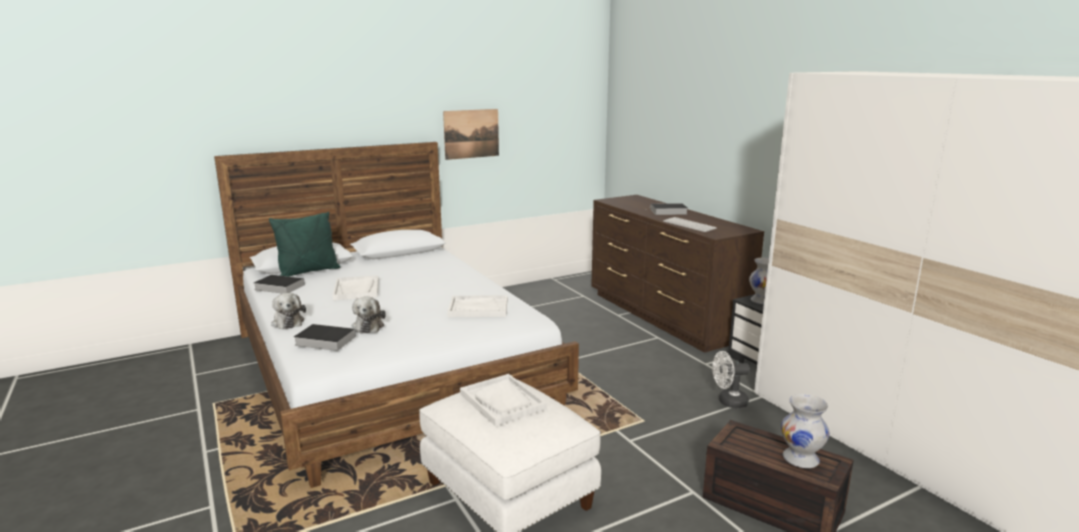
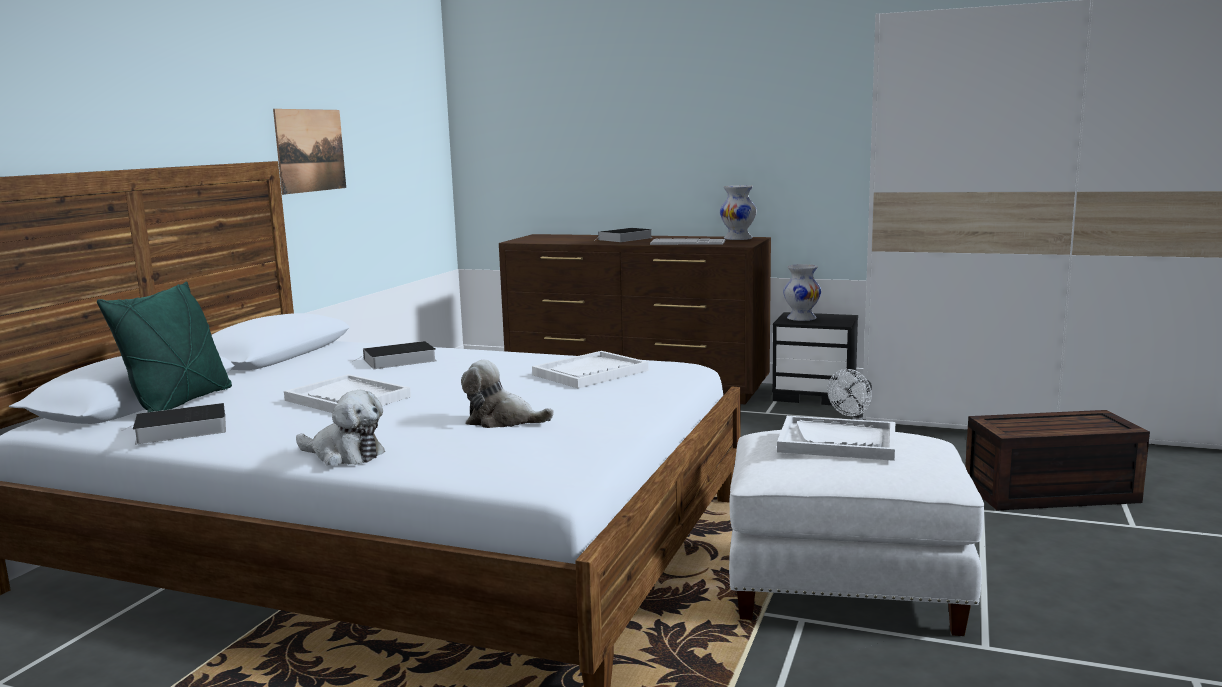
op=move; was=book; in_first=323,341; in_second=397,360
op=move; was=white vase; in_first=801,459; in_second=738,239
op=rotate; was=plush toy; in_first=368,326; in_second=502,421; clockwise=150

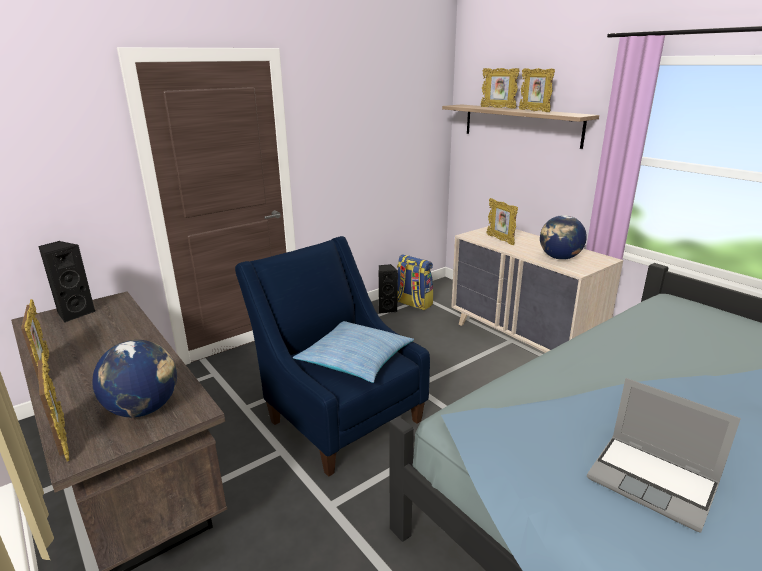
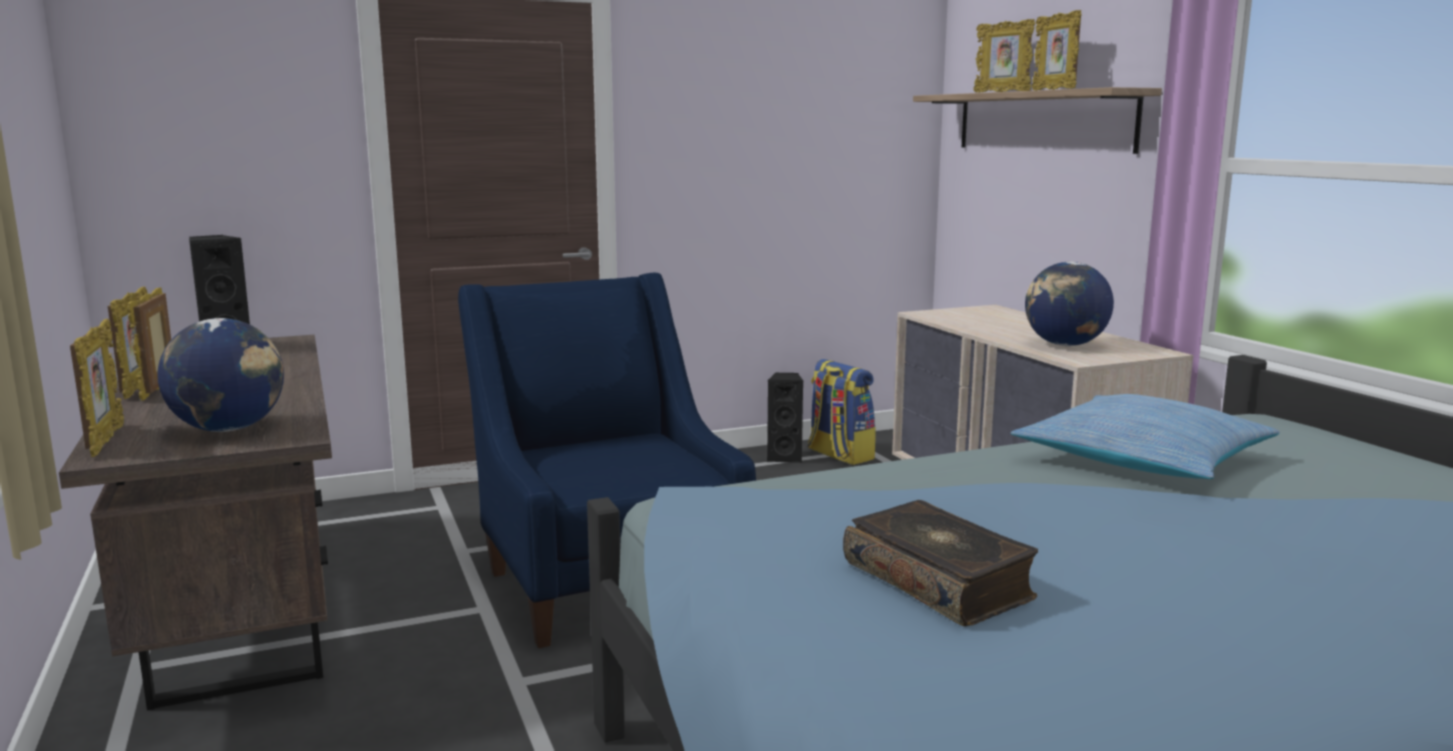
op=move; was=pillow; in_first=355,359; in_second=1142,460
op=move; was=picture frame; in_first=500,240; in_second=160,389
op=replace; was=laptop; now=book; in_first=654,481; in_second=939,581

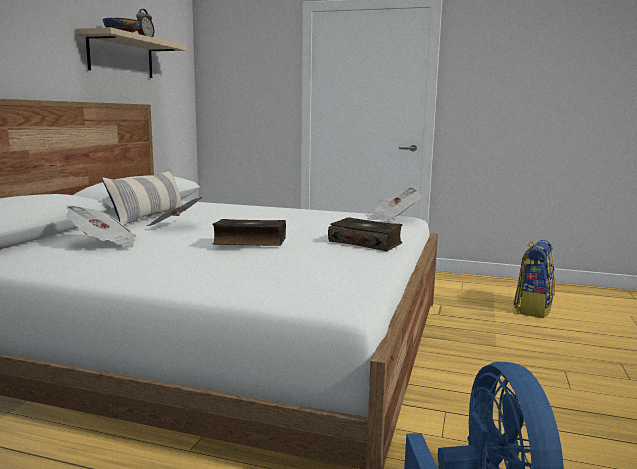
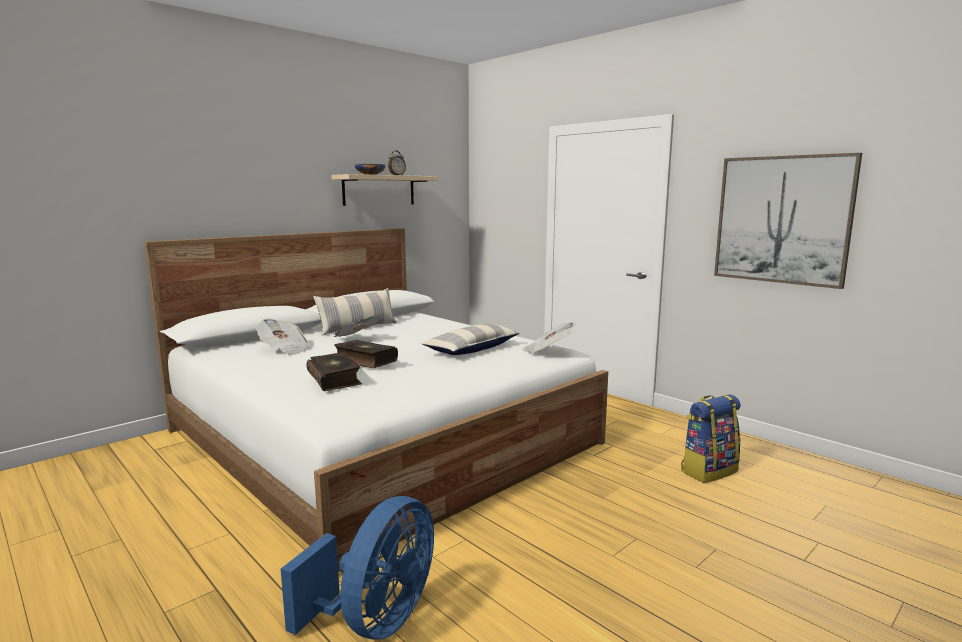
op=insert; now=pillow; in_second=472,349
op=insert; now=picture; in_second=782,220
op=move; was=book; in_first=365,243; in_second=335,379

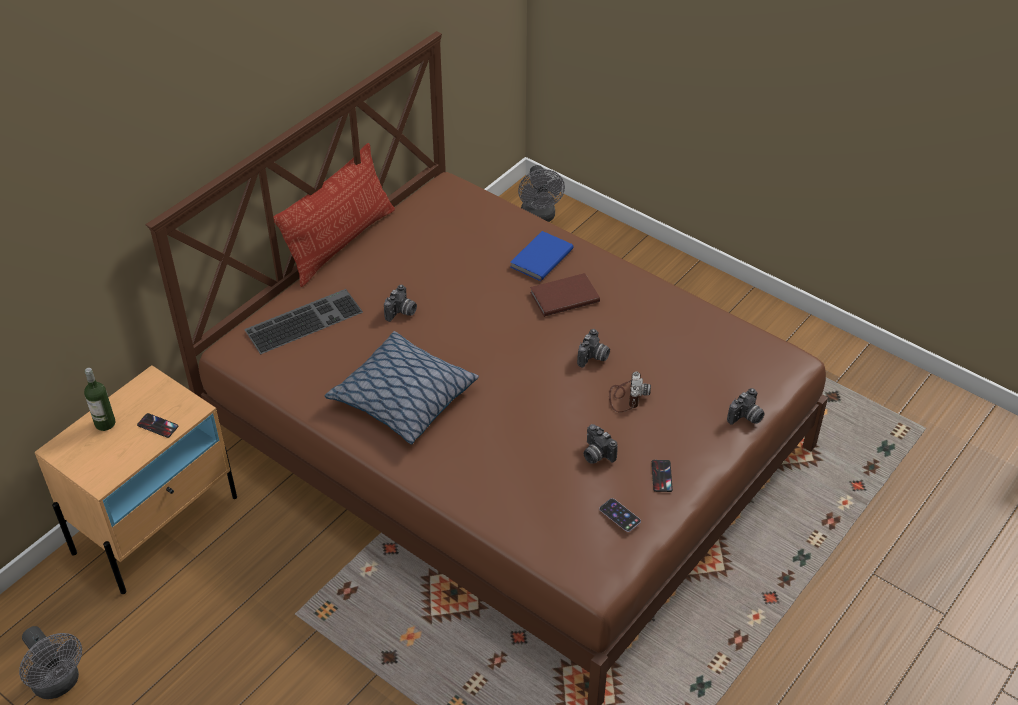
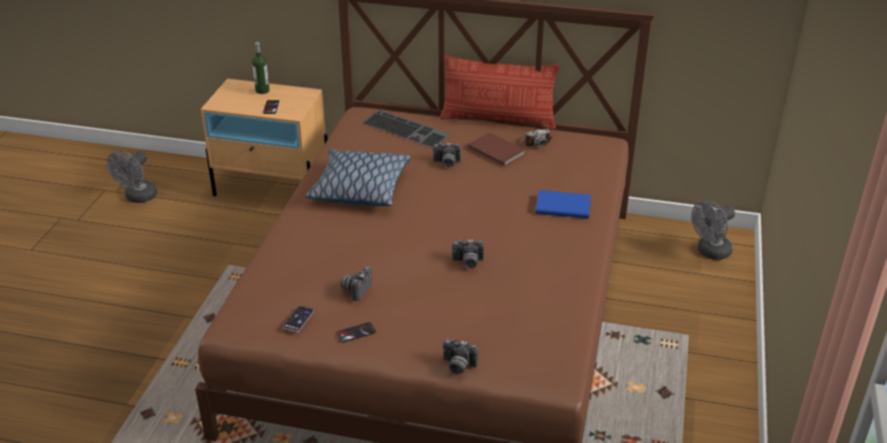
op=move; was=brown book; in_first=563,296; in_second=497,150
op=move; was=photo camera; in_first=626,396; in_second=534,142

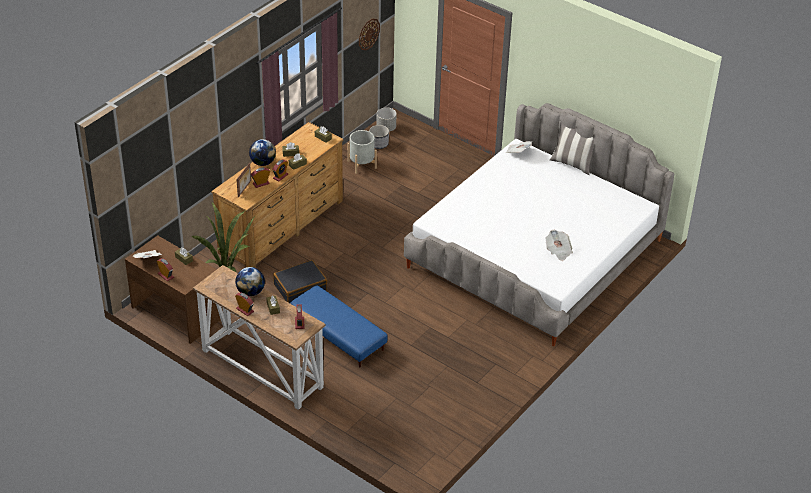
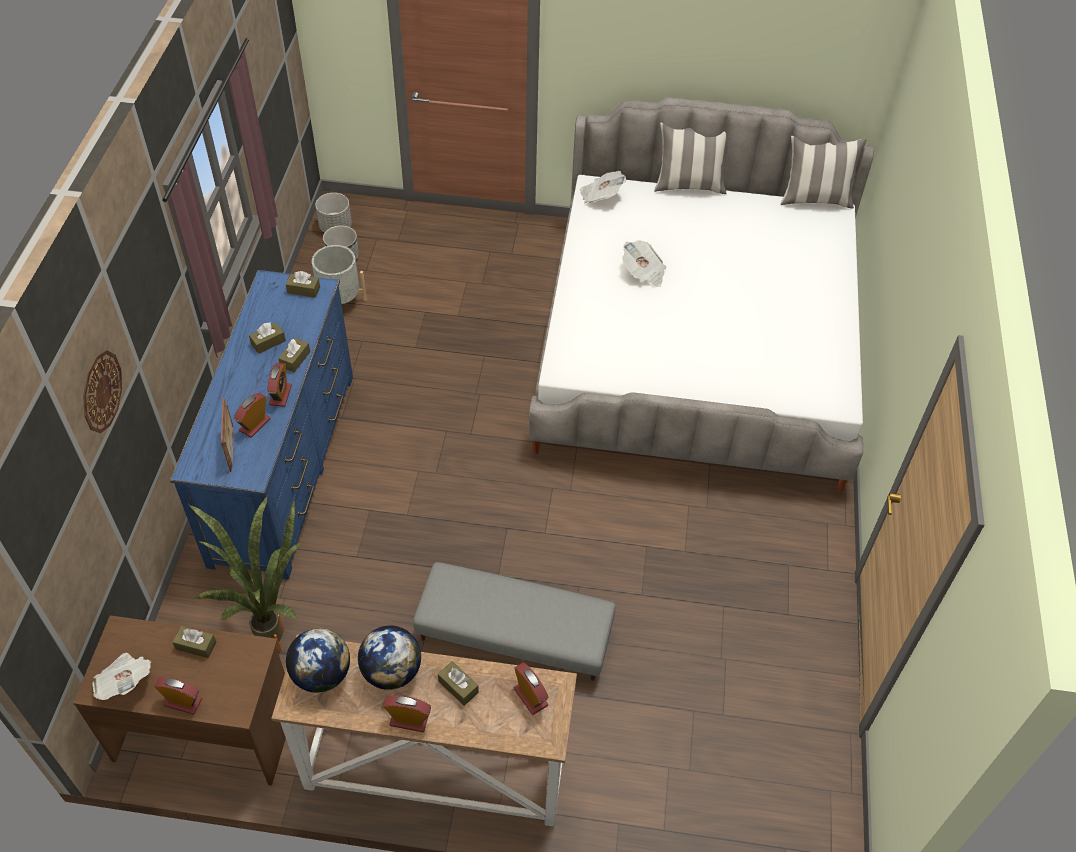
op=delete; was=black suitcase; in_first=300,287
op=insert; now=pillow; in_second=815,199
op=move; was=globe; in_first=263,163; in_second=321,674
op=move; was=wall clock; in_first=368,34; in_second=101,391
op=move; was=newspaper; in_first=558,251; in_second=643,273
op=recolor; was=brown dresser; now=blue dresser; in_first=281,226; in_second=284,466
op=recolor; was=blue ottoman; now=grey ottoman; in_first=337,335; in_second=514,633

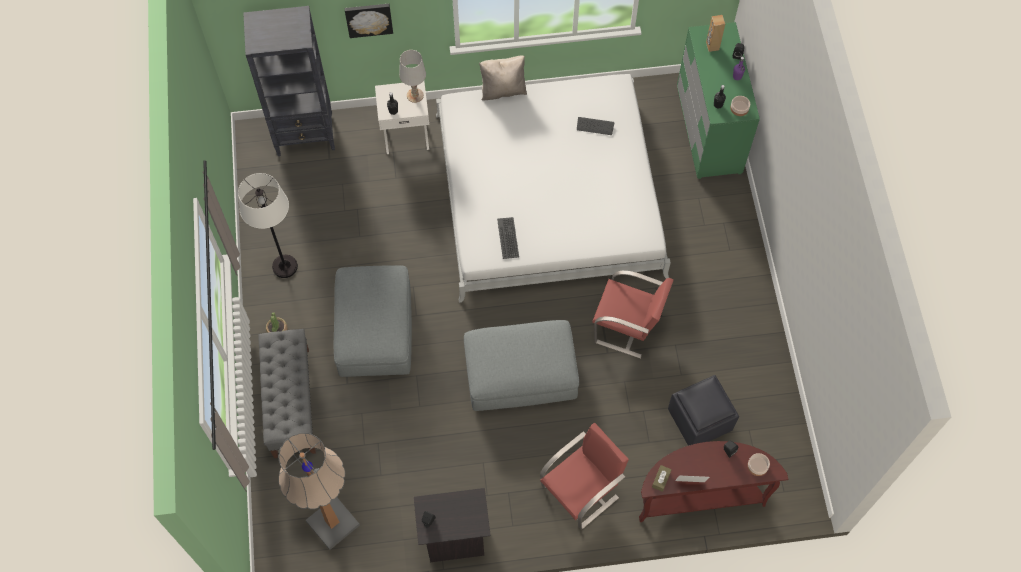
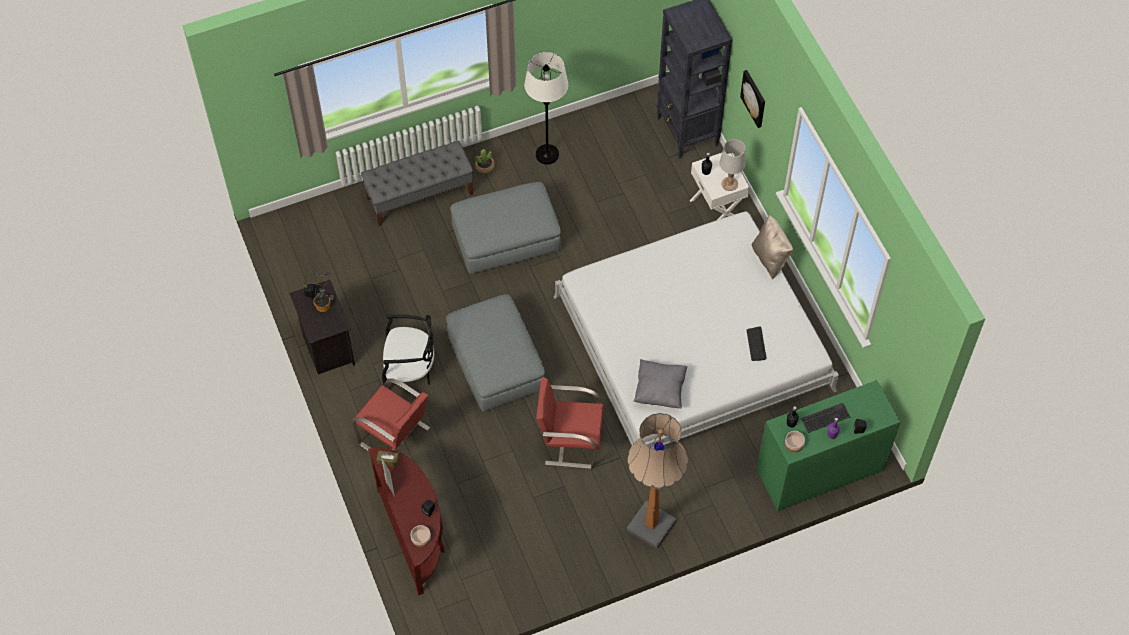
op=delete; was=black ottoman; in_first=700,420
op=delete; was=brown speaker; in_first=712,46
op=insert; now=potted plant; in_second=324,307
op=insert; now=black chair; in_second=410,370
op=insert; now=grey pillow; in_second=659,390
op=move; was=floor lamp; in_first=333,523; in_second=651,525
op=move; was=keyboard; in_first=508,238; in_second=825,418
op=rotate; was=red chair; in_first=627,327; in_second=570,441; clockwise=90

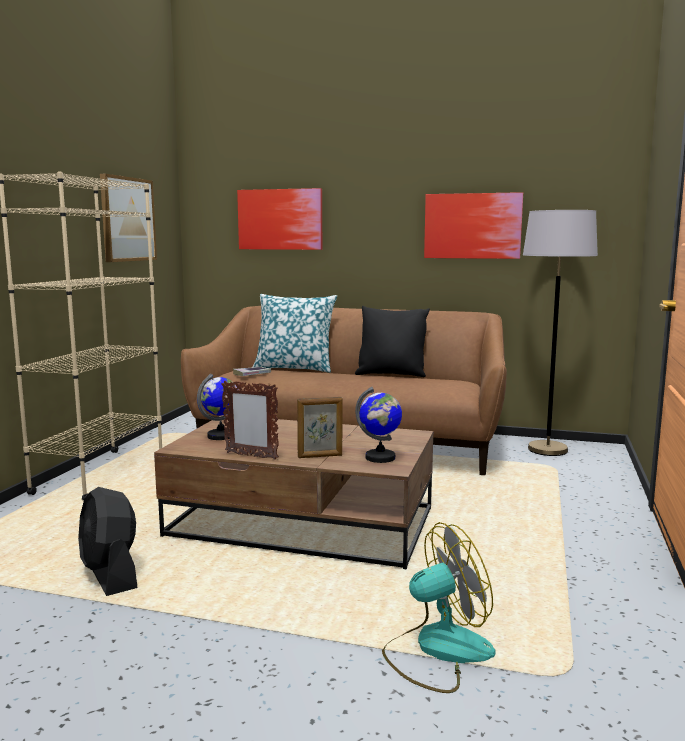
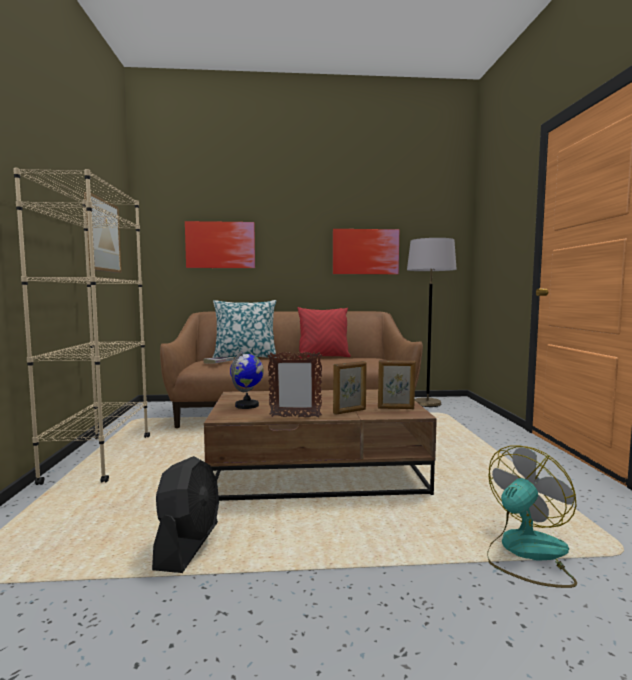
op=replace; was=globe; now=picture frame; in_first=380,458; in_second=396,408
op=recolor; was=black pillow; now=red pillow; in_first=391,374; in_second=323,357
op=rotate; was=black fan; in_first=110,574; in_second=188,546; clockwise=-120

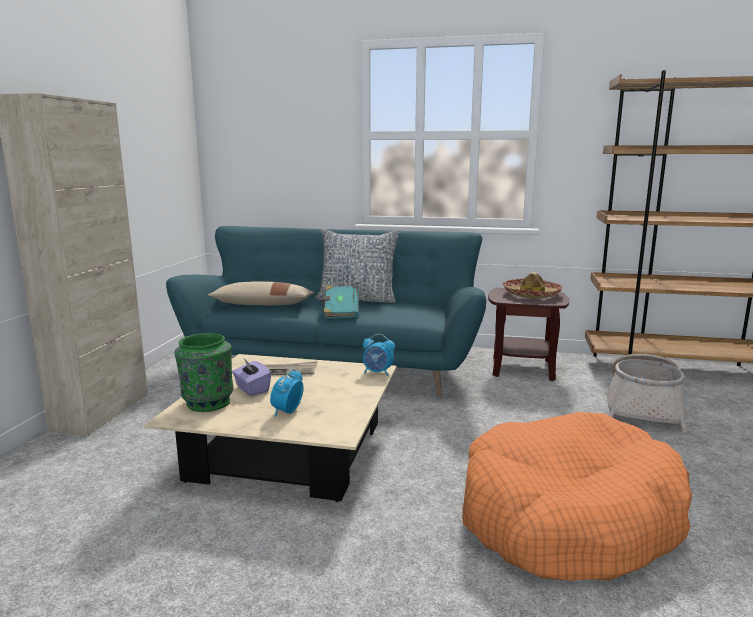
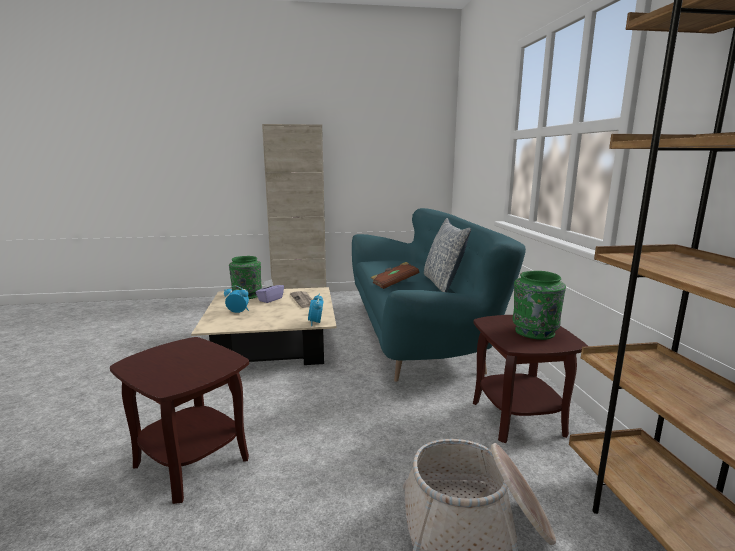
op=delete; was=beige pillow; in_first=263,305
op=replace; was=orange dog bed; now=brown side table; in_first=567,518; in_second=192,461
op=replace; was=hat; now=green vase; in_first=531,294; in_second=534,332
op=recolor; was=turquoise book; now=brown book; in_first=340,312; in_second=394,284

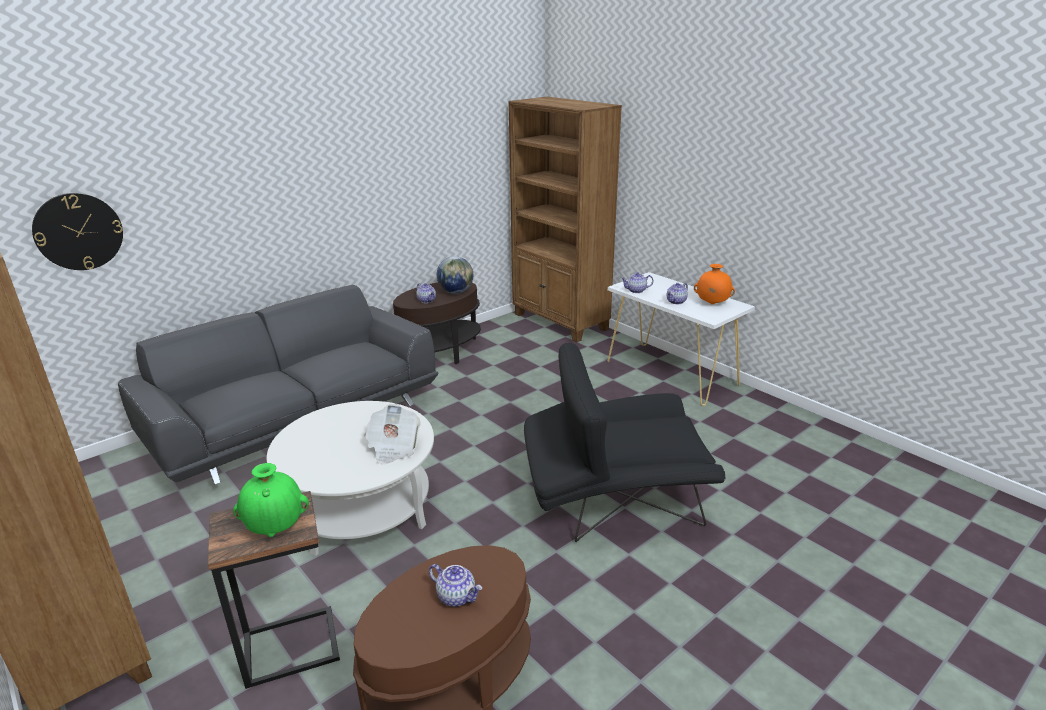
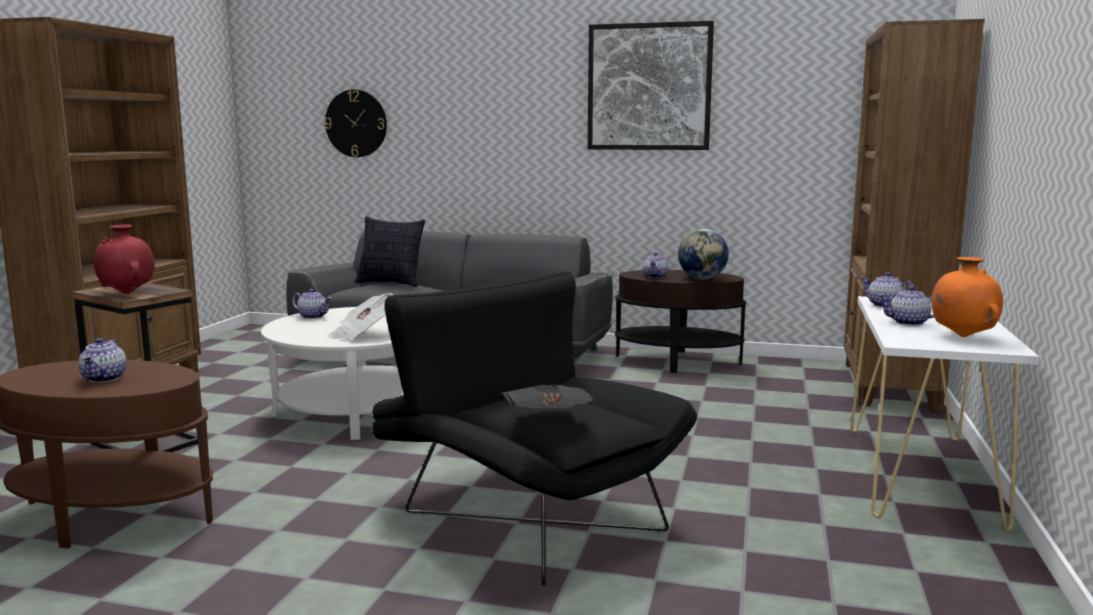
op=insert; now=teapot; in_second=313,316
op=insert; now=pillow; in_second=390,284
op=insert; now=newspaper; in_second=548,422
op=insert; now=picture; in_second=649,87
op=recolor; was=green vase; now=red vase; in_first=276,529; in_second=127,293

